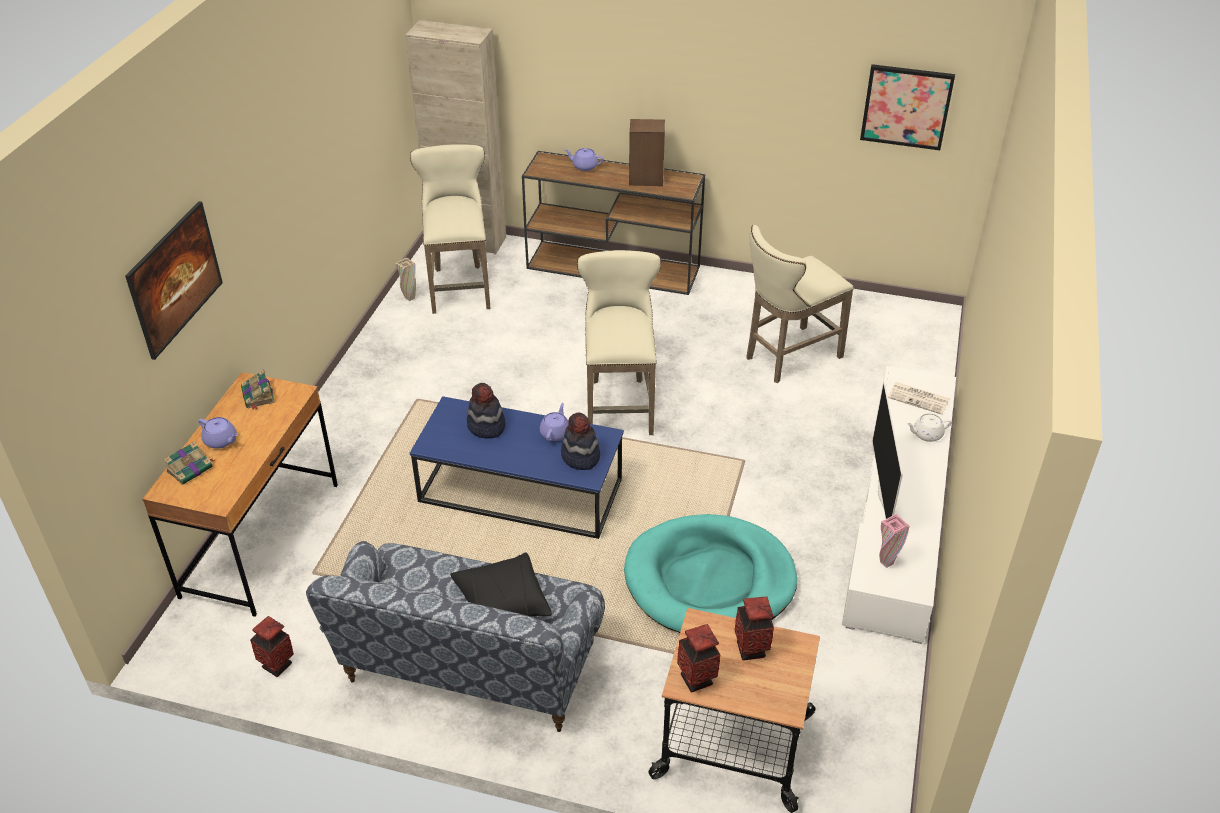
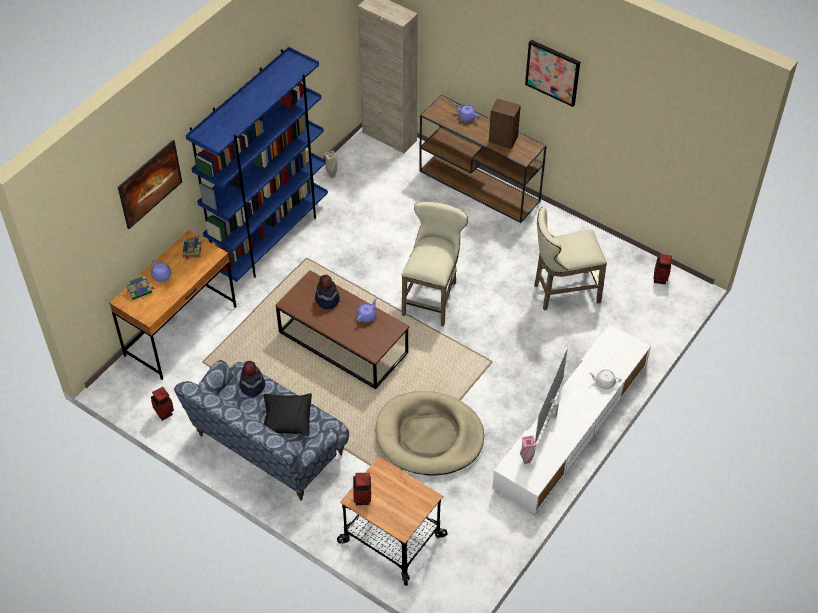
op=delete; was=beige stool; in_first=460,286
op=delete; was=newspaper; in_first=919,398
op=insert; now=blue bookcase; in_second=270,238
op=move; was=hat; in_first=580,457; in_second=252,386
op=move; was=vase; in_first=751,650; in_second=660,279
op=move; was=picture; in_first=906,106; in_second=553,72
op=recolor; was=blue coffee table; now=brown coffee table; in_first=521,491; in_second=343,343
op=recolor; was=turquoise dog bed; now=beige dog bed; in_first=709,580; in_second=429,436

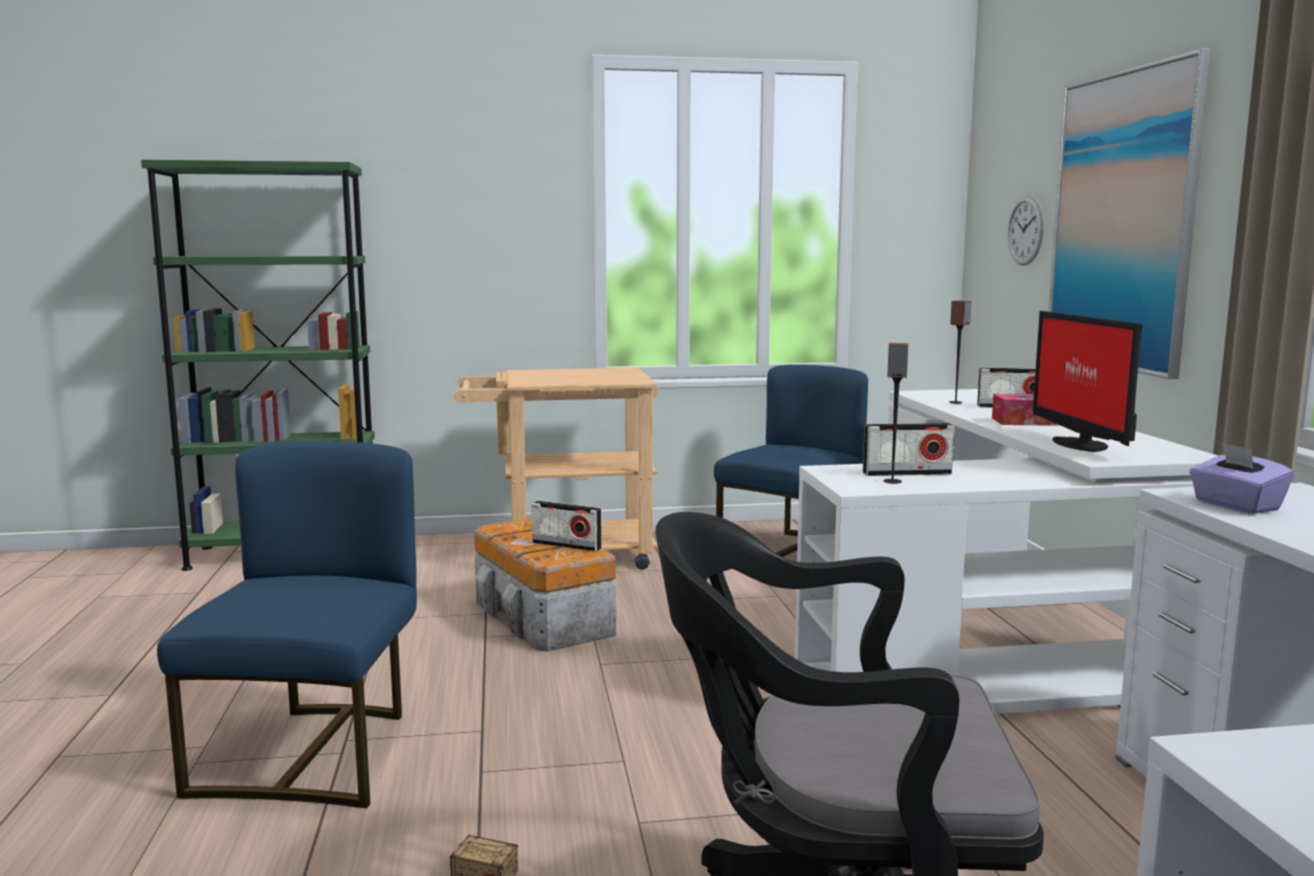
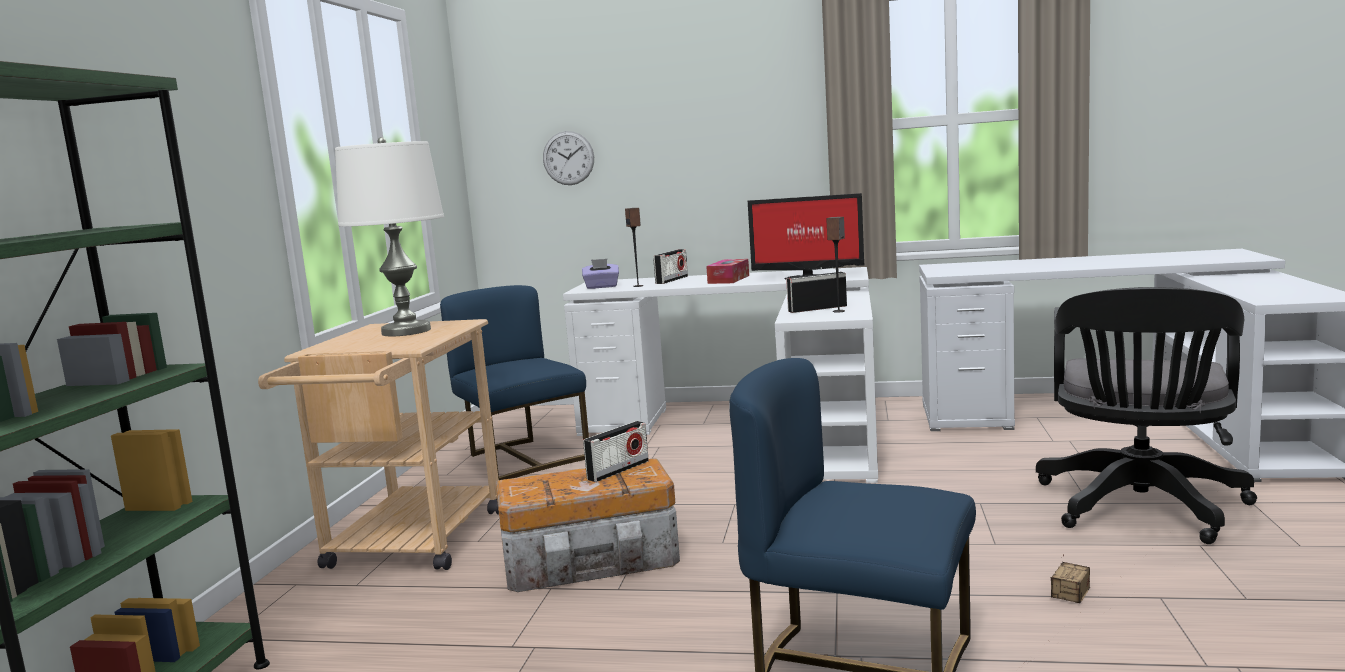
op=delete; was=picture; in_first=1122,221
op=insert; now=white table lamp; in_second=406,331
op=move; was=purple tissue box; in_first=1235,505; in_second=601,287
op=rotate; was=radio; in_first=907,473; in_second=817,309; clockwise=-120

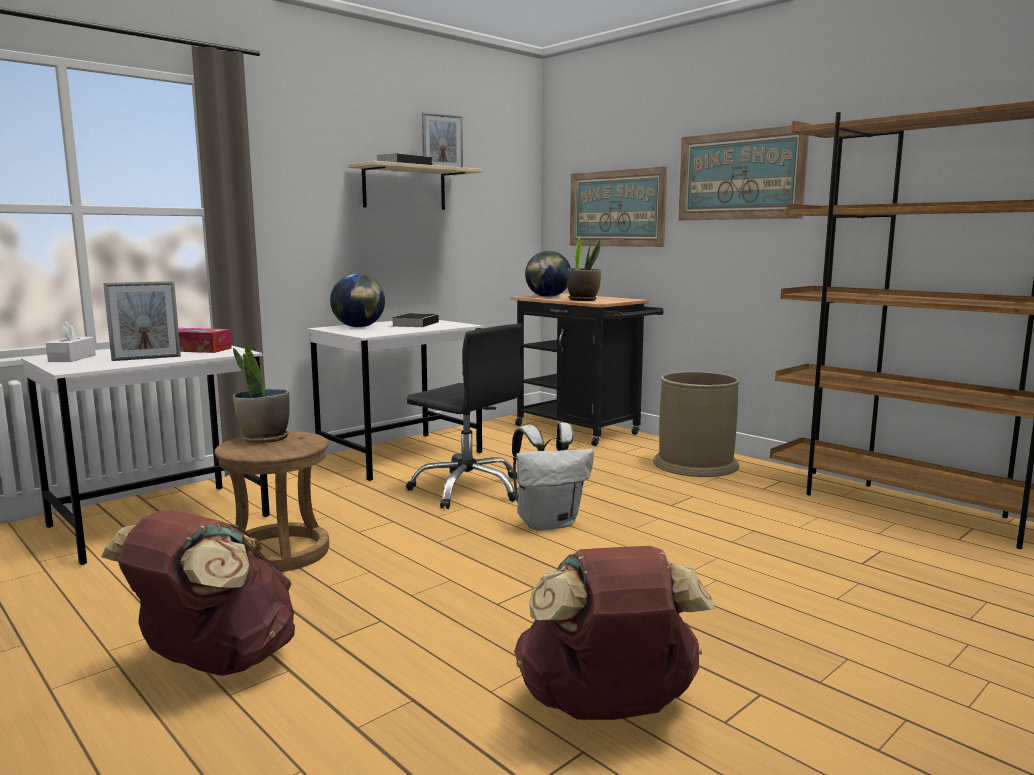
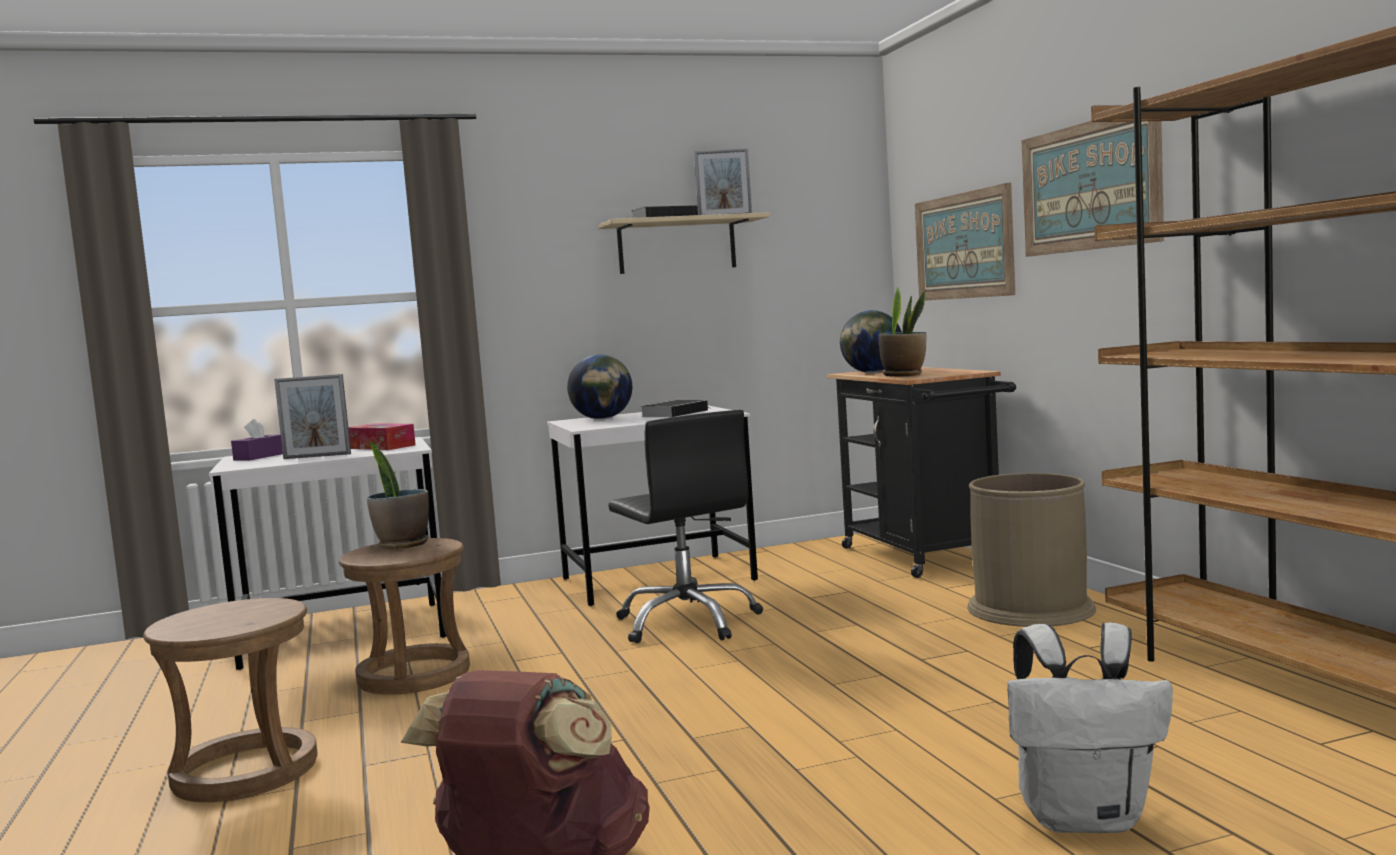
op=move; was=white backpack; in_first=548,523; in_second=1085,818
op=replace; was=brown backpack; now=brown stool; in_first=215,663; in_second=244,771
op=recolor; was=white tissue box; now=purple tissue box; in_first=72,358; in_second=259,457

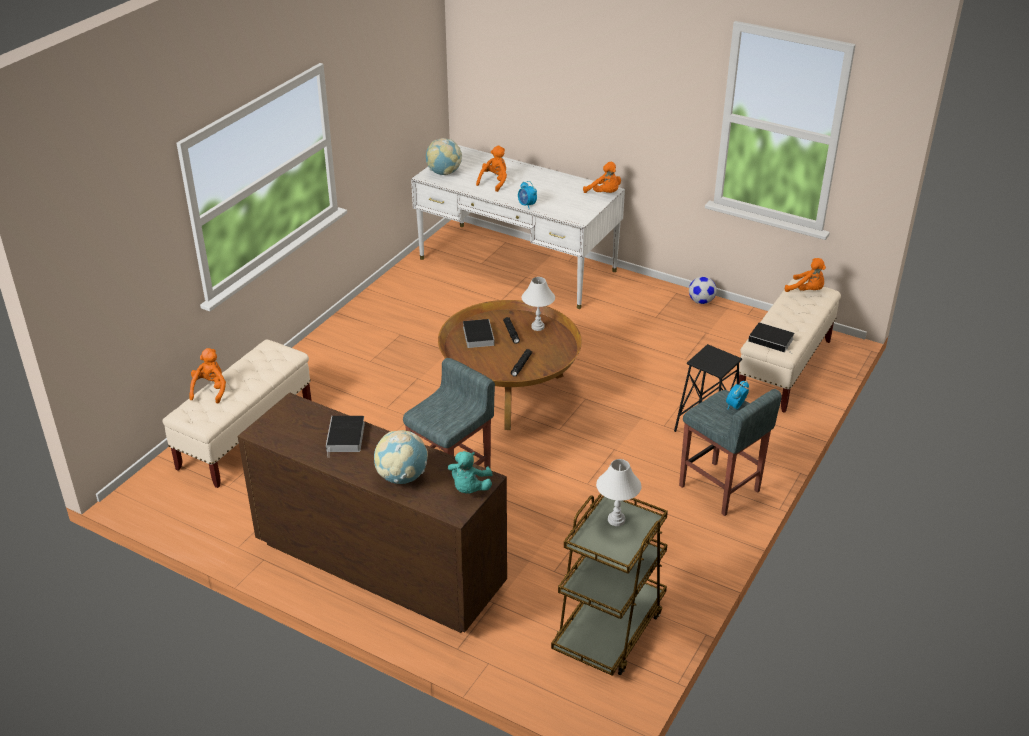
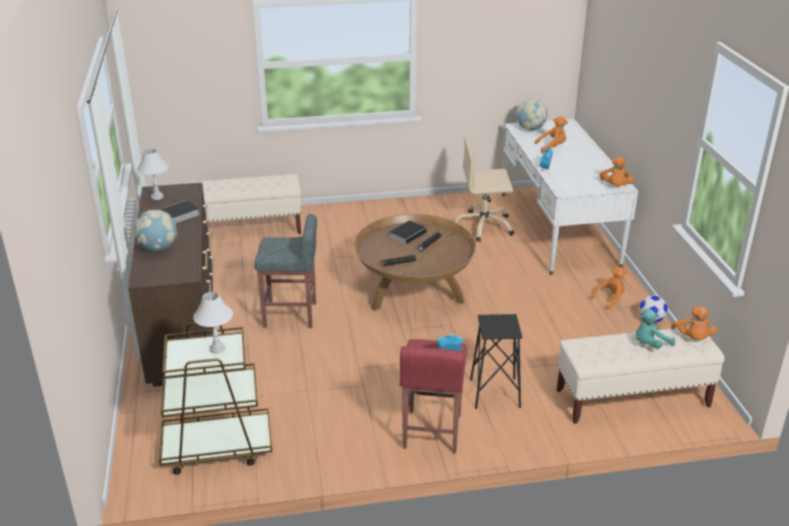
op=delete; was=book; in_first=772,340
op=insert; now=beige office chair; in_second=483,226
op=move; was=orange plush toy; in_first=210,390; in_second=610,299
op=move; was=turquoise plush toy; in_first=469,489; in_second=650,344
op=move; was=white table lamp; in_first=538,327; in_second=157,197
op=recolor; was=grey stool; now=red stool; in_first=720,489; in_second=431,432

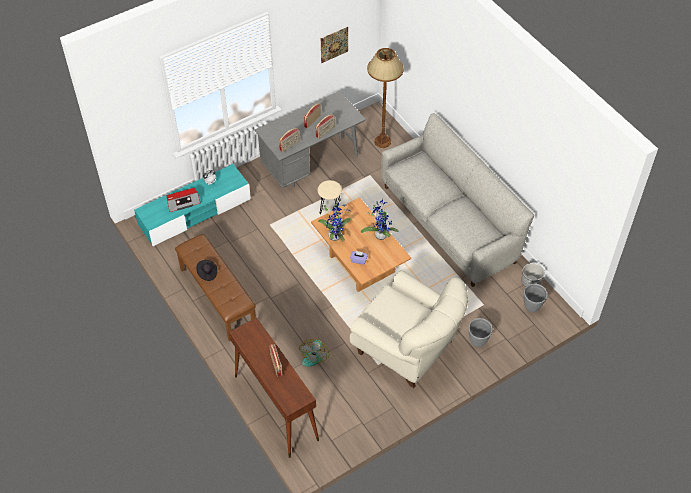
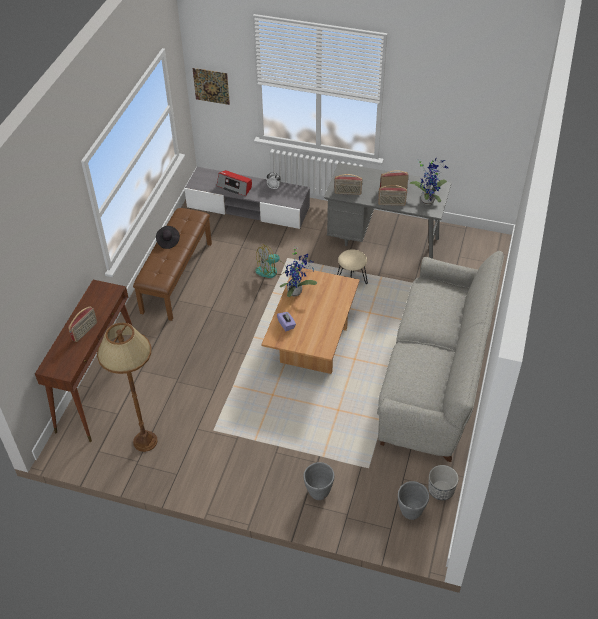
op=delete; was=beige armchair; in_first=407,348
op=move; was=fan; in_first=313,355; in_second=271,270
op=move; was=picture; in_first=334,44; in_second=211,86
op=move; was=potted plant; in_first=380,234; in_second=428,200
op=move; was=brown floor lamp; in_first=382,141; in_second=145,441
op=recolor; was=turquoise tv stand; now=grey tv stand; in_first=195,212; in_second=248,208

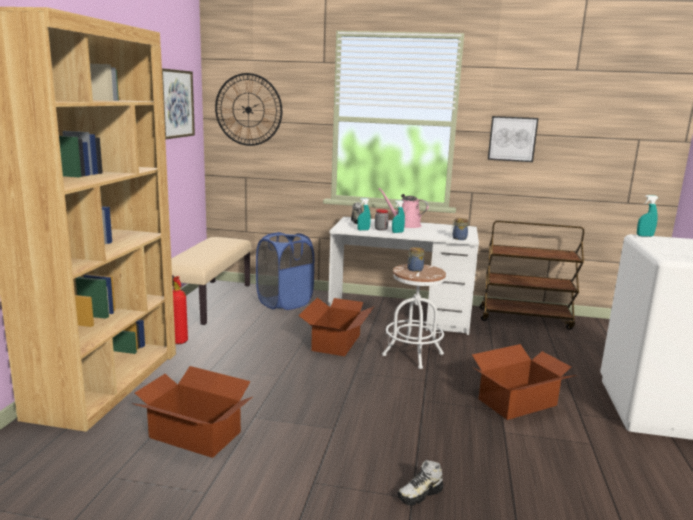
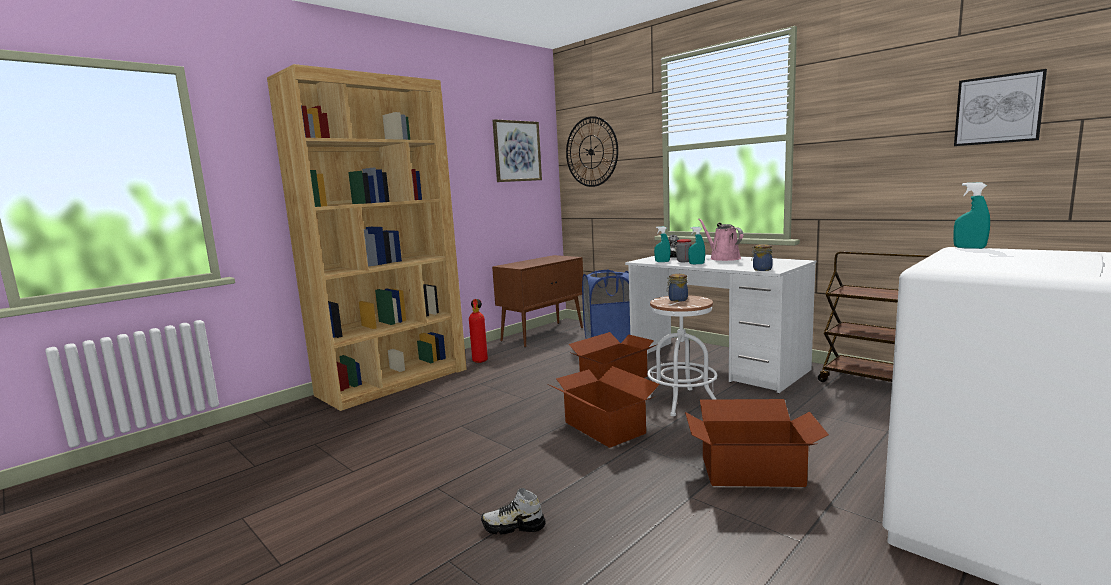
op=move; was=cardboard box; in_first=195,434; in_second=604,427
op=move; was=picture; in_first=512,139; in_second=998,109
op=replace; was=beige bench; now=brown cabinet; in_first=208,301; in_second=543,334

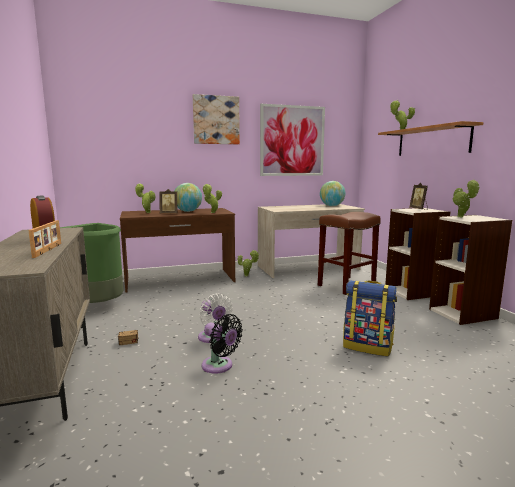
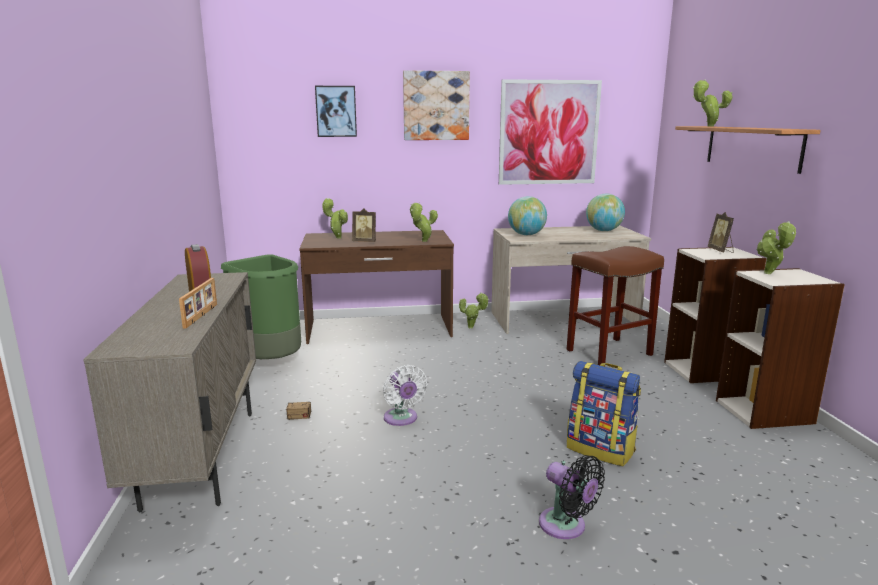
op=insert; now=picture; in_second=336,111
op=move; was=globe; in_first=188,211; in_second=526,235
op=move; was=black fan; in_first=219,366; in_second=566,526

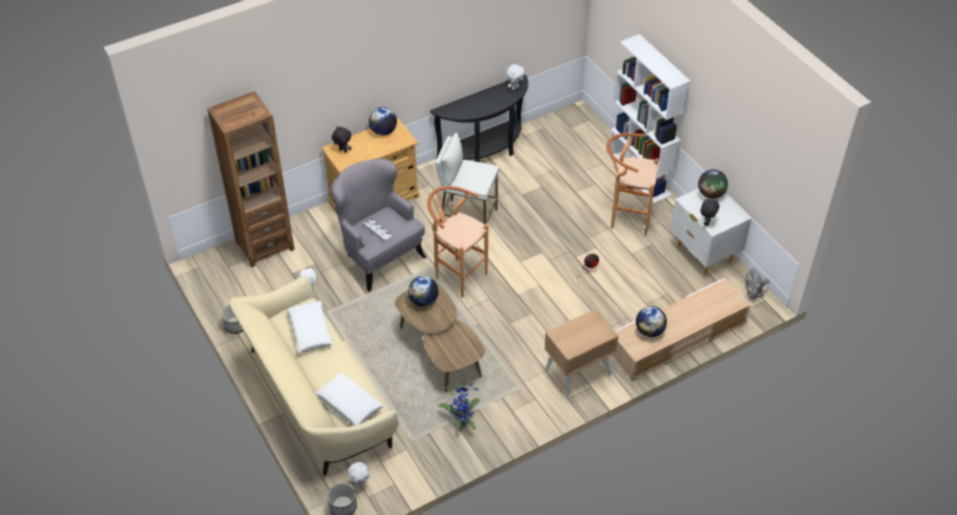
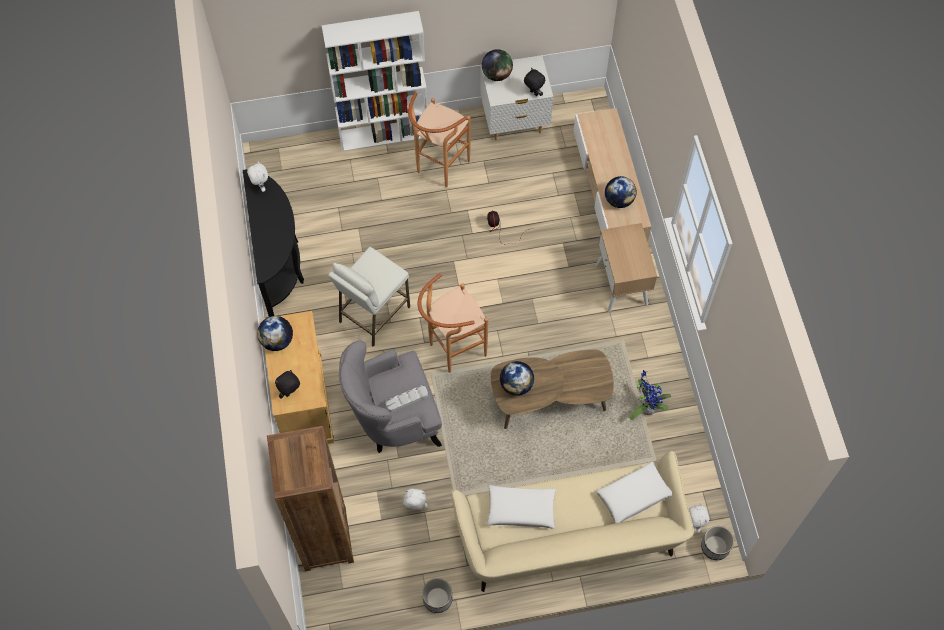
op=delete; was=grey fan; in_first=752,295

